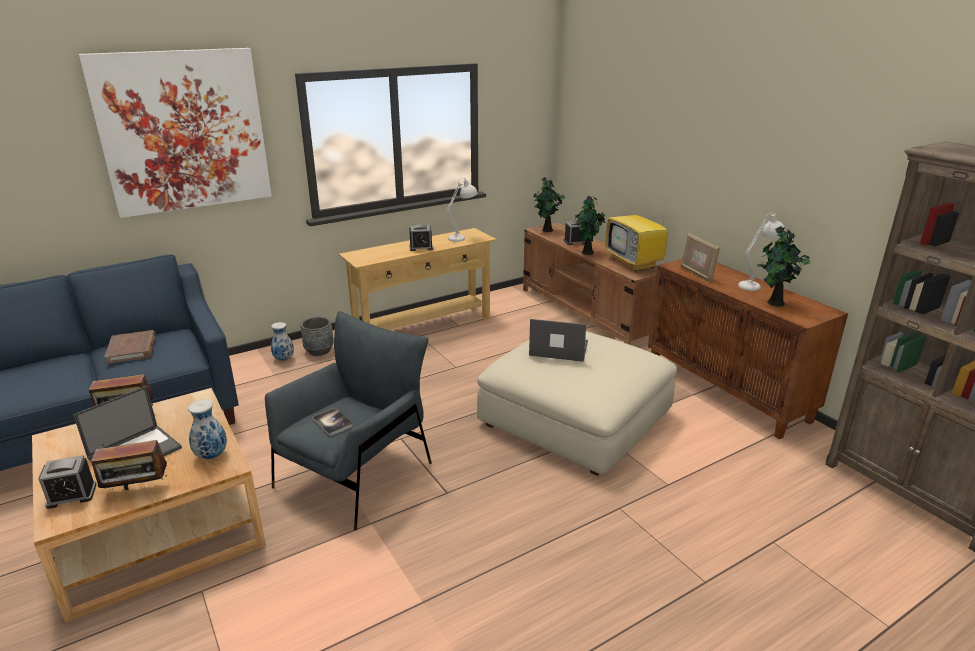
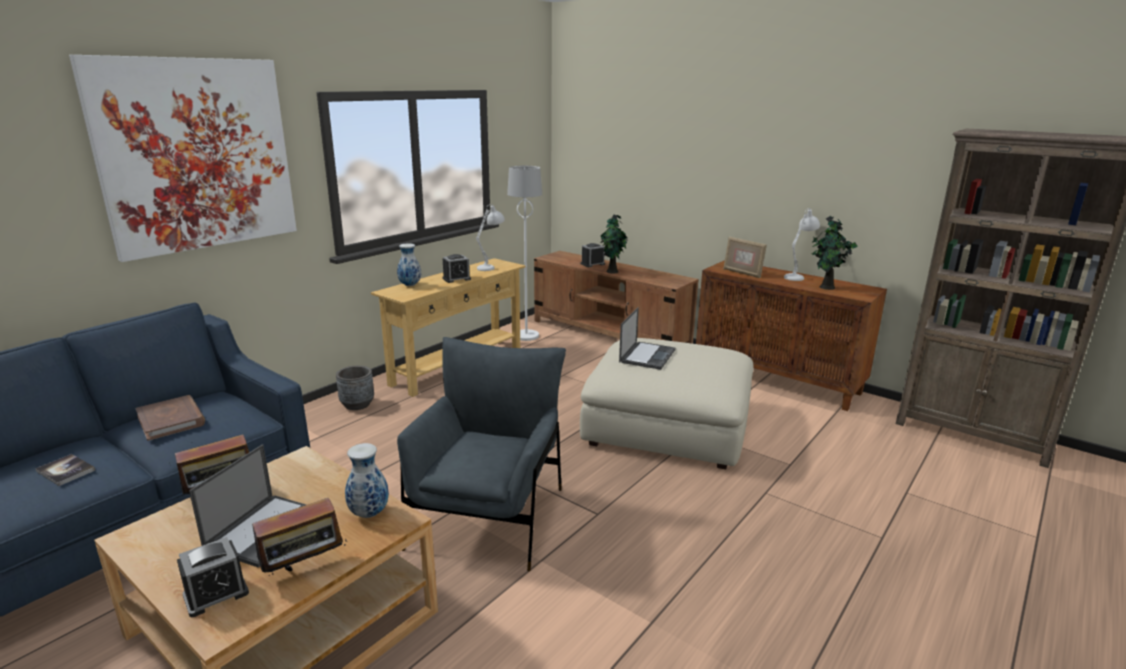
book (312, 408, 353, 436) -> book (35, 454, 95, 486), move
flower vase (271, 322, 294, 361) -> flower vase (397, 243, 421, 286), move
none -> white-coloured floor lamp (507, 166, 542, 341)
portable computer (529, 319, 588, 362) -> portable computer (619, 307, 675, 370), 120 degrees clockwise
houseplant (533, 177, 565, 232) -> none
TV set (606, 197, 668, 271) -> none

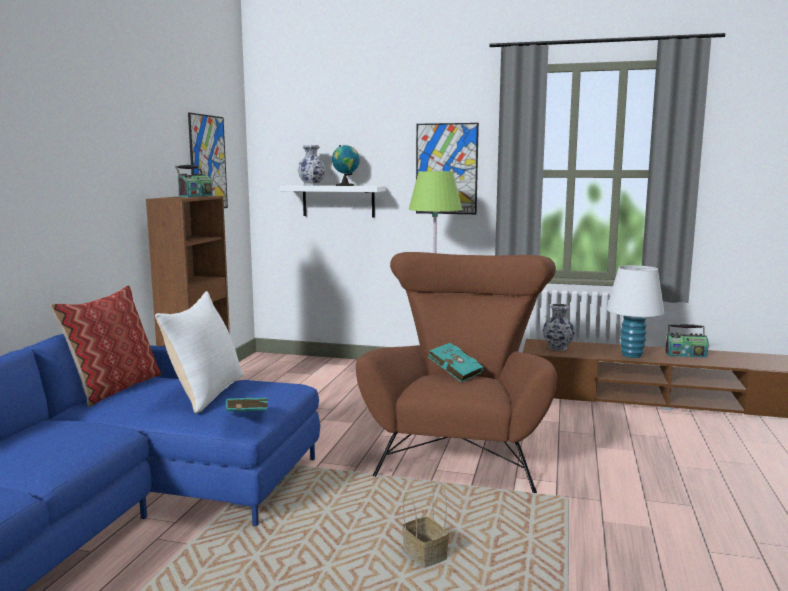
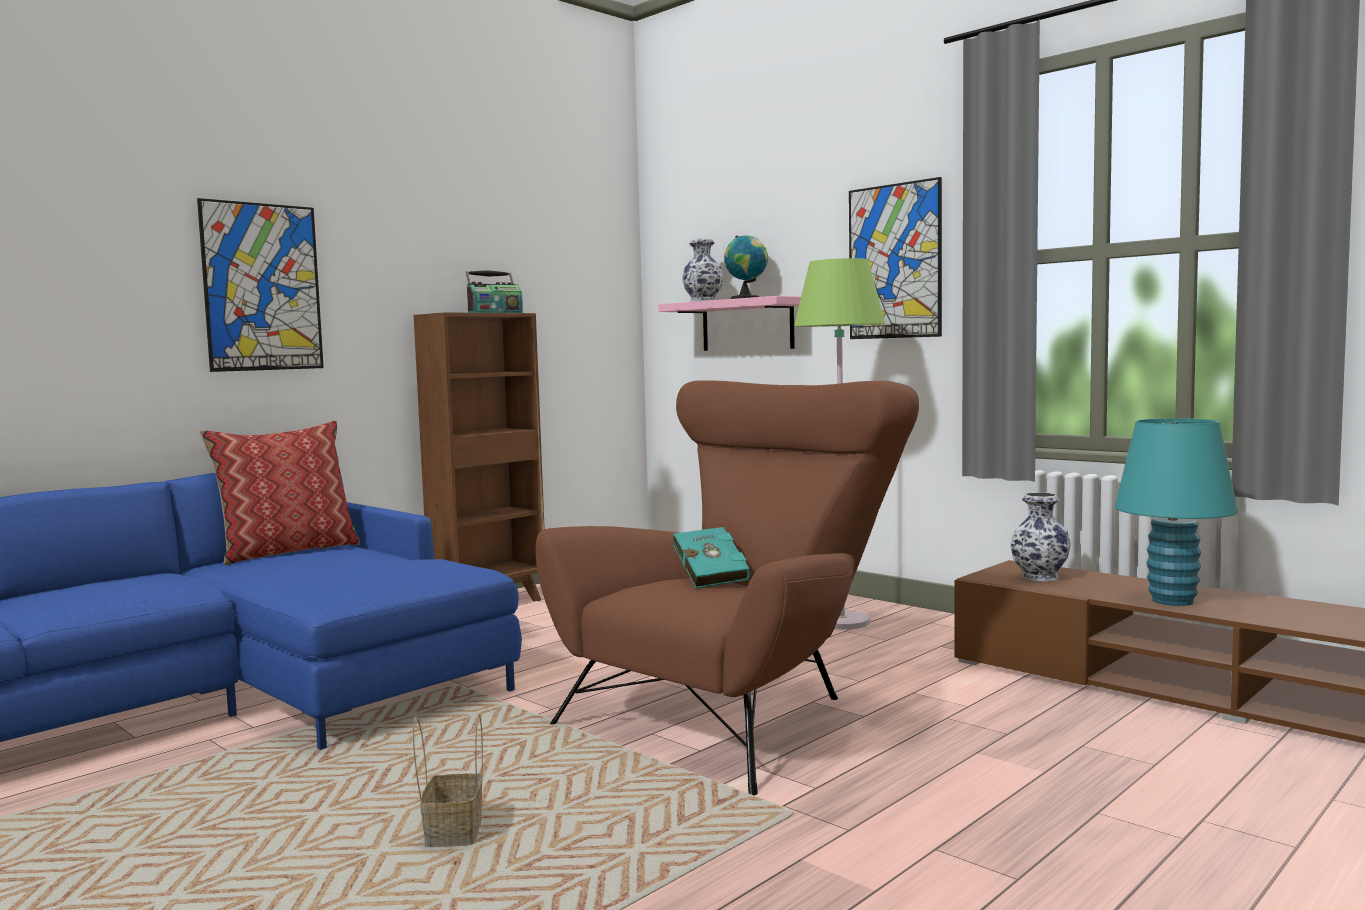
wall picture (188, 113, 228, 208) -> wall picture (197, 198, 324, 372), move
white-coloured bracket shelf (280, 185, 386, 217) -> pink bracket shelf (658, 296, 801, 351)
white-coloured tabletop lamp (606, 265, 664, 358) -> turquoise tabletop lamp (1115, 418, 1238, 606)
white-coloured cushion (155, 291, 244, 413) -> none
turquoise book (226, 397, 268, 411) -> none
radio set (665, 324, 709, 358) -> none

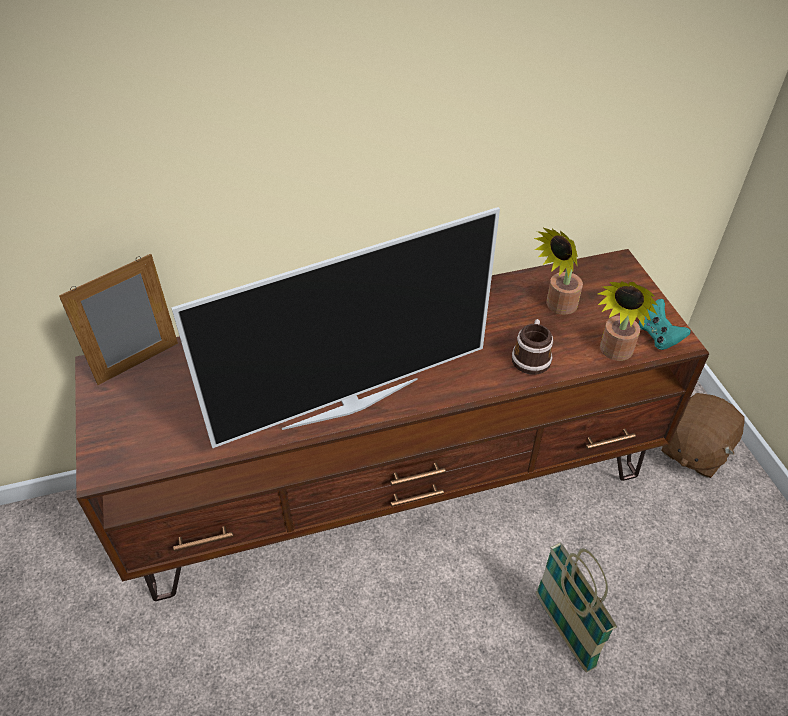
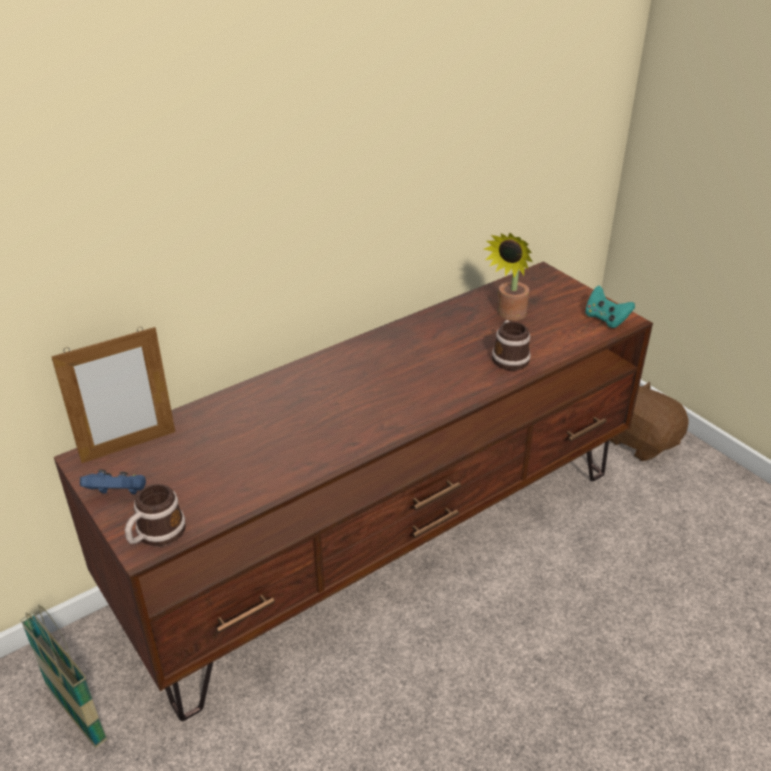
basket (536, 543, 617, 672) -> basket (20, 605, 107, 748), move
picture frame (59, 254, 178, 385) -> picture frame (51, 327, 175, 463), 150 degrees counterclockwise
none -> blue joypad (80, 469, 146, 494)
none -> mug (125, 484, 186, 546)
brown-coloured plush toy (661, 393, 745, 478) -> brown-coloured plush toy (609, 382, 689, 461), 120 degrees clockwise
TV set (171, 207, 500, 448) -> none
houseplant (598, 281, 658, 361) -> none

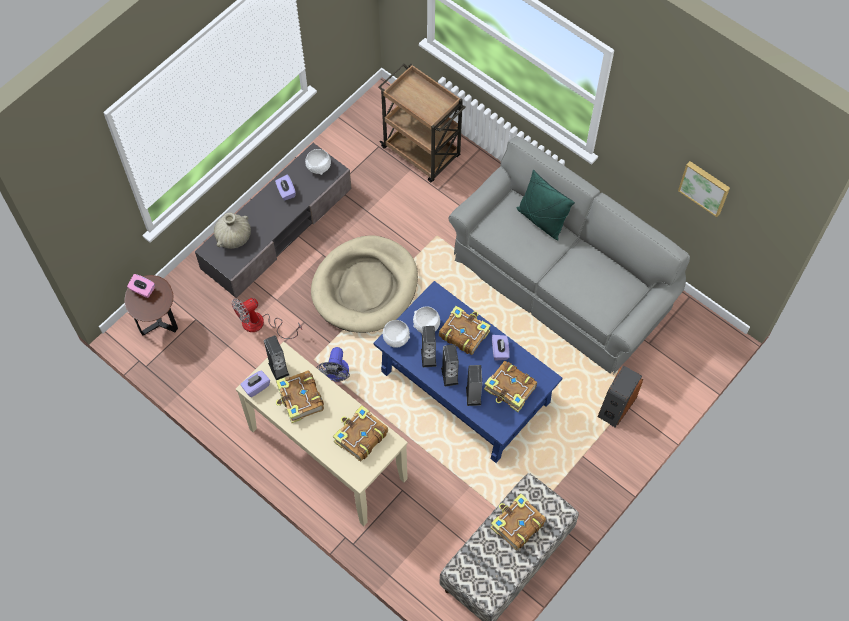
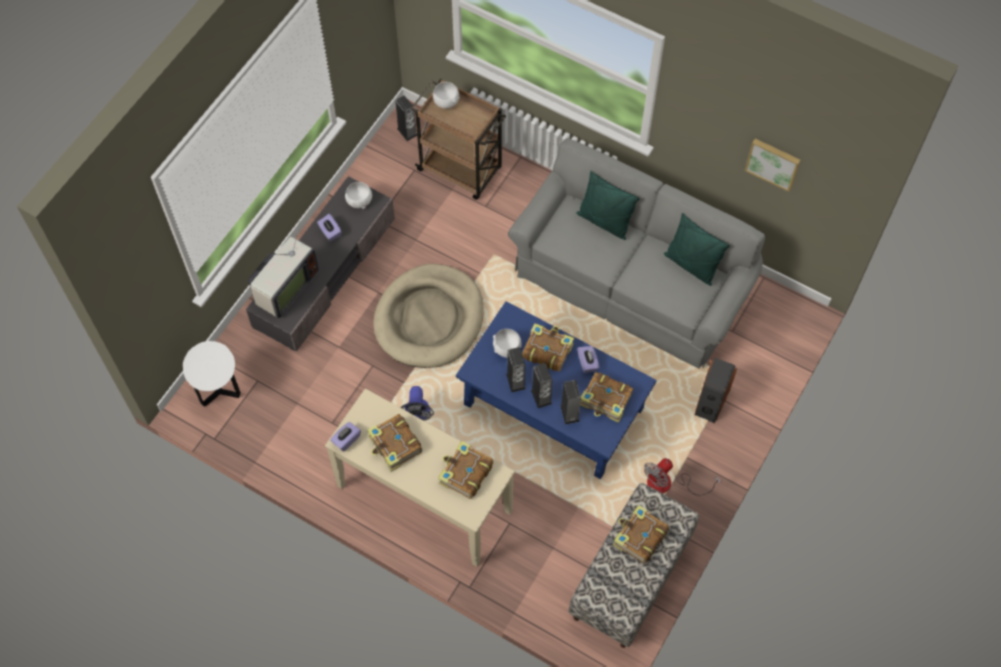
brown-coloured end table (124, 275, 178, 335) -> white-coloured end table (183, 341, 241, 407)
beige-coloured flower vase (214, 213, 251, 249) -> TV set (248, 221, 319, 318)
loudspeaker (264, 336, 289, 380) -> loudspeaker (395, 96, 417, 141), move
white-coloured serving bowl (383, 320, 410, 348) -> white-coloured serving bowl (433, 82, 460, 109), move
electric fan (232, 298, 302, 339) -> electric fan (644, 458, 721, 496), move
none -> greenish cushion (664, 213, 730, 286)
pink box of tissues (127, 274, 155, 298) -> none

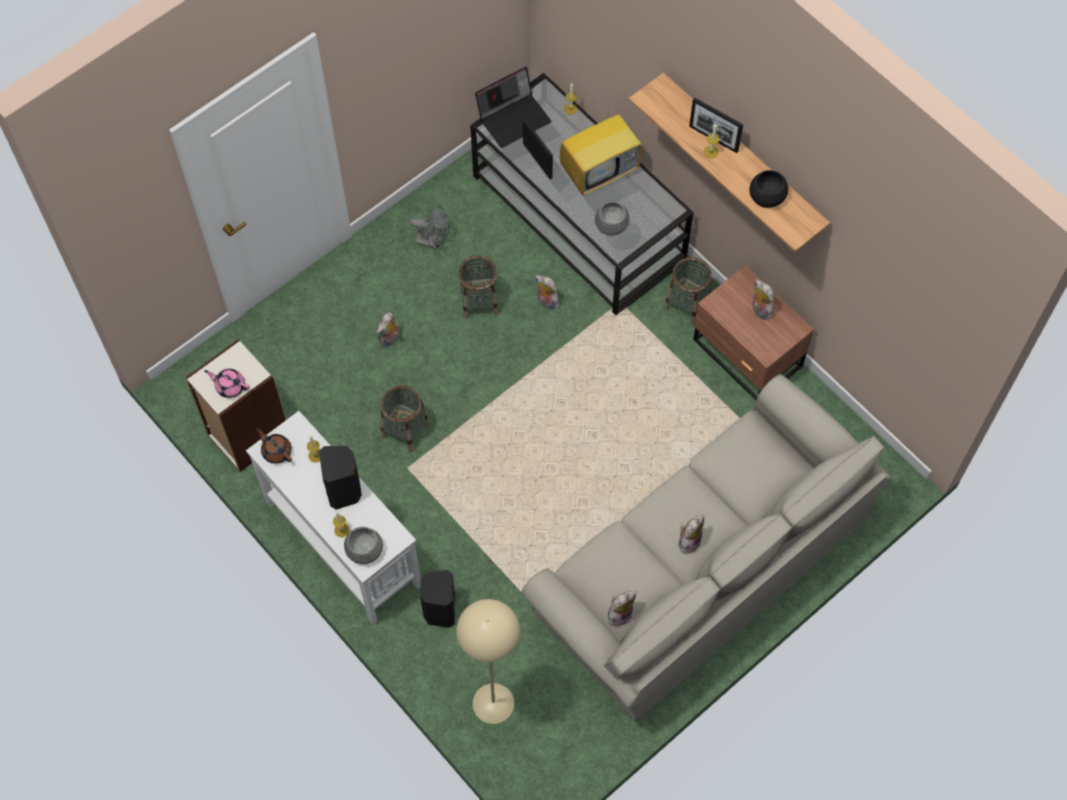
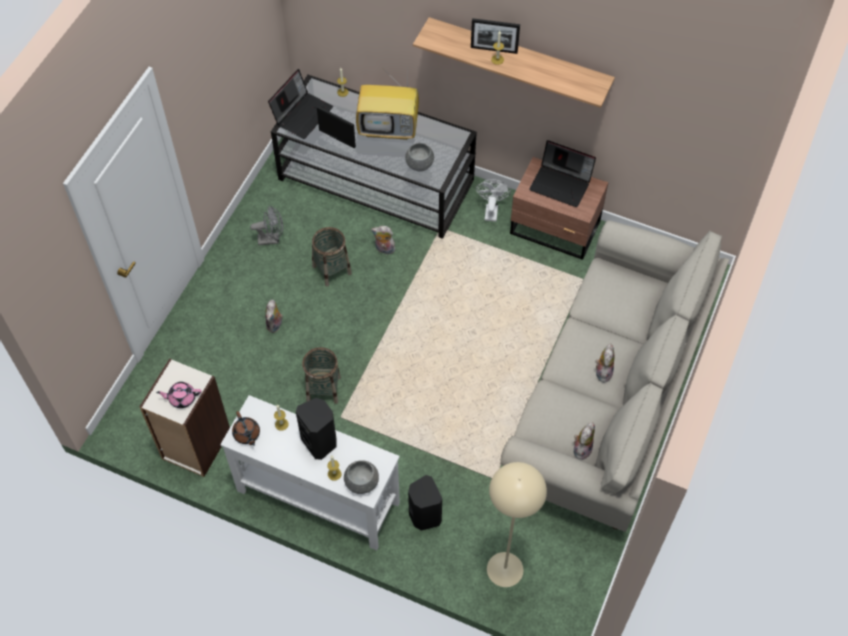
brown-coloured tea pot (256, 428, 292, 464) -> brown-coloured tea pot (232, 411, 260, 446), 135 degrees counterclockwise
TV set (560, 93, 642, 195) -> TV set (356, 79, 419, 140), 60 degrees clockwise
basket (664, 257, 711, 325) -> white-coloured electric fan (476, 179, 511, 222)
plush toy (753, 279, 774, 320) -> portable computer (529, 140, 596, 207)
black serving bowl (749, 170, 788, 208) -> none

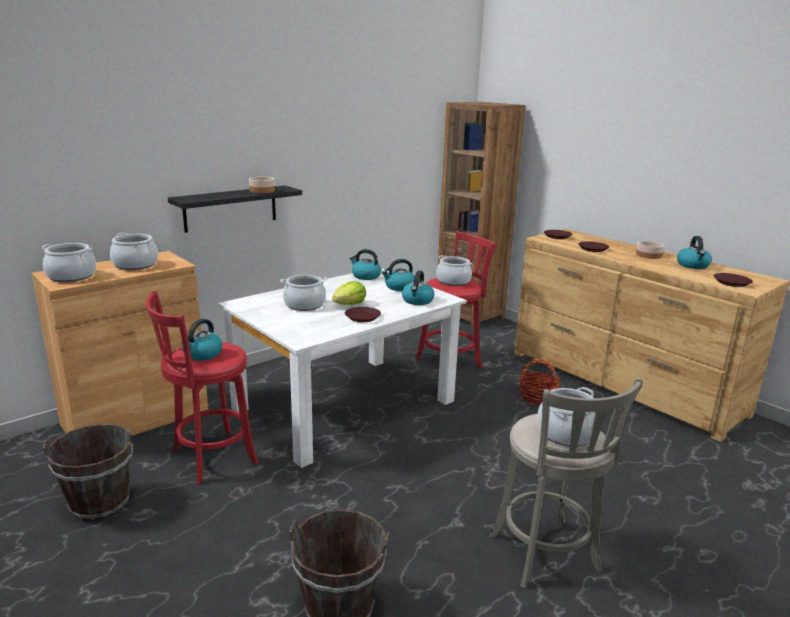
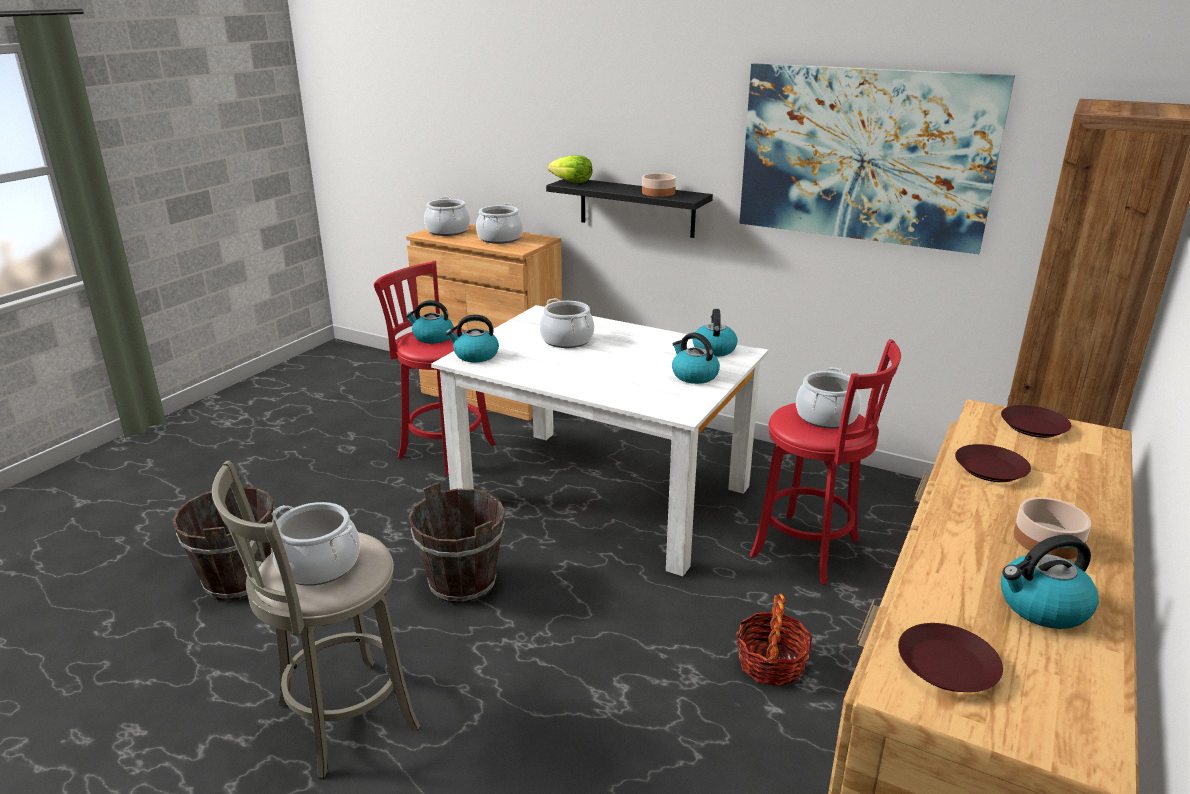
brown-coloured water bucket (43, 424, 133, 521) -> brown-coloured water bucket (408, 482, 505, 604), move
water kettle (402, 270, 435, 305) -> water kettle (445, 315, 499, 362), move
head of lettuce (332, 281, 366, 305) -> head of lettuce (548, 155, 593, 183), move
none -> wall picture (739, 63, 1015, 254)
brown-coloured flat dish (345, 307, 381, 322) -> none

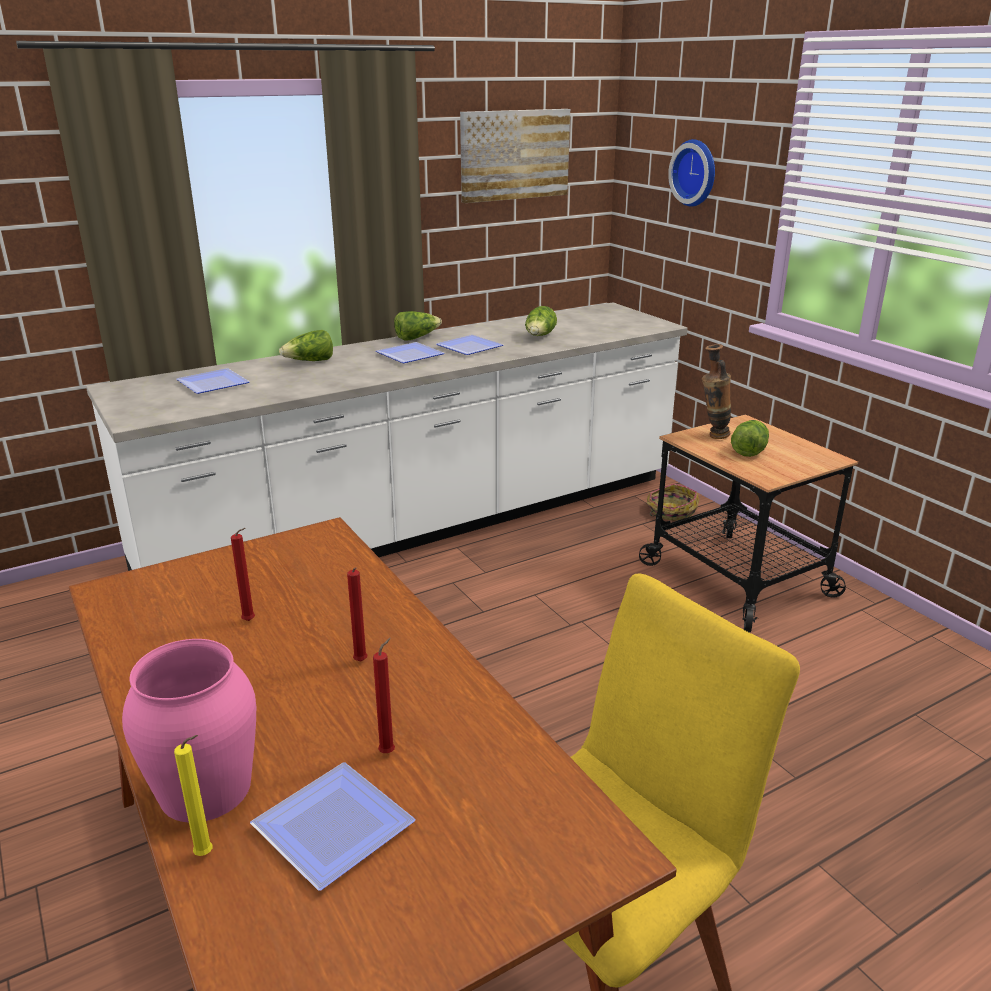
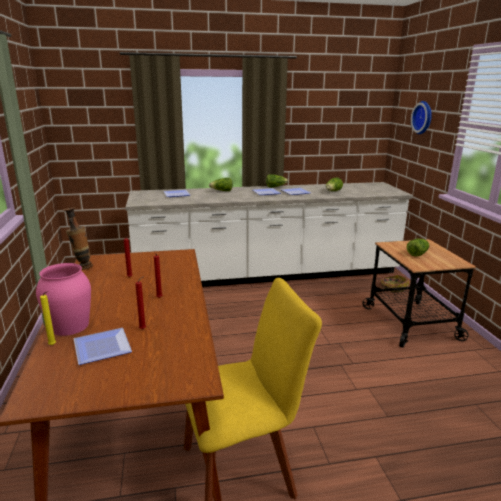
flower vase (702, 344, 731, 439) -> flower vase (63, 207, 93, 270), move
wall picture (460, 109, 570, 203) -> none

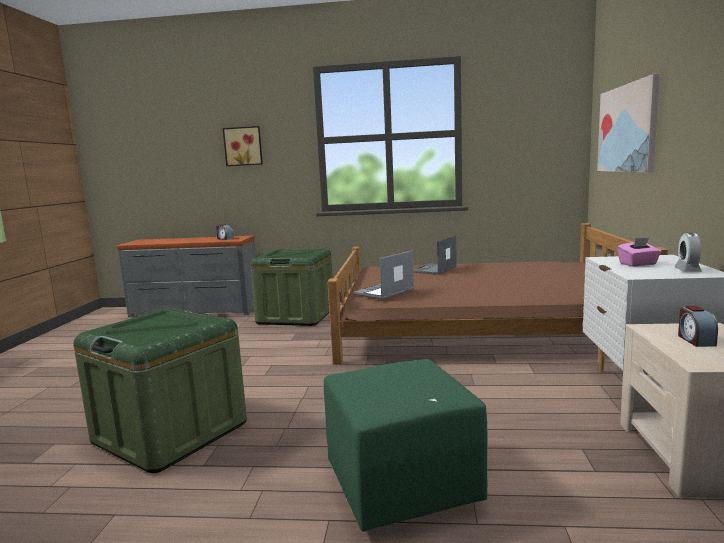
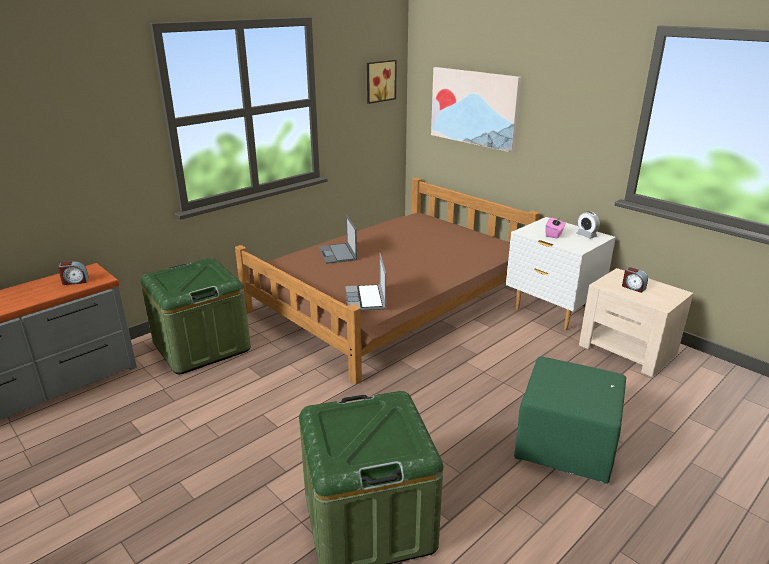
wall picture (223, 126, 263, 166) -> wall picture (367, 60, 397, 104), move

